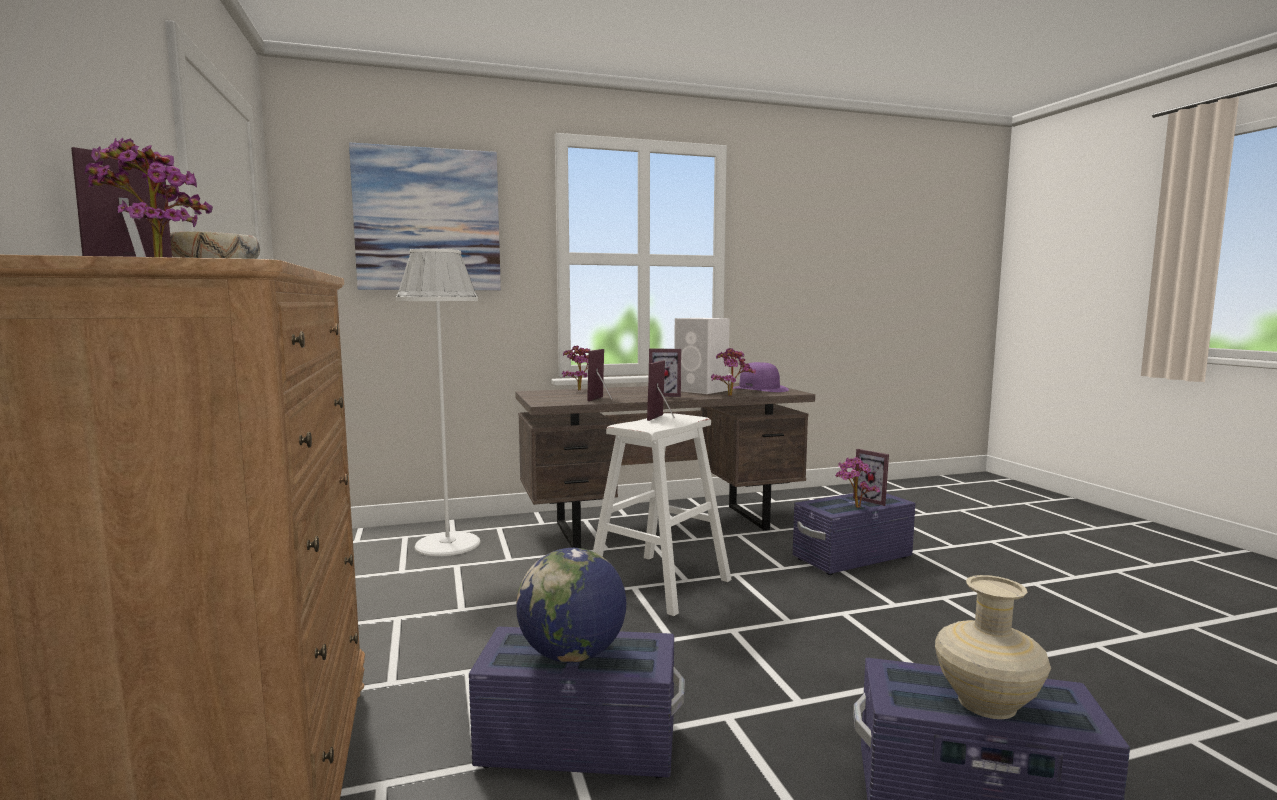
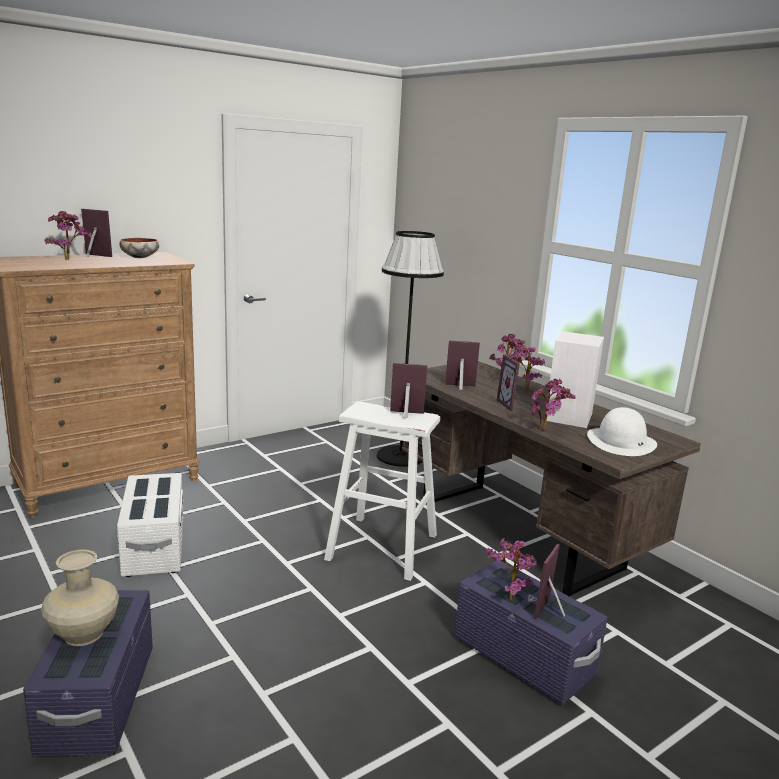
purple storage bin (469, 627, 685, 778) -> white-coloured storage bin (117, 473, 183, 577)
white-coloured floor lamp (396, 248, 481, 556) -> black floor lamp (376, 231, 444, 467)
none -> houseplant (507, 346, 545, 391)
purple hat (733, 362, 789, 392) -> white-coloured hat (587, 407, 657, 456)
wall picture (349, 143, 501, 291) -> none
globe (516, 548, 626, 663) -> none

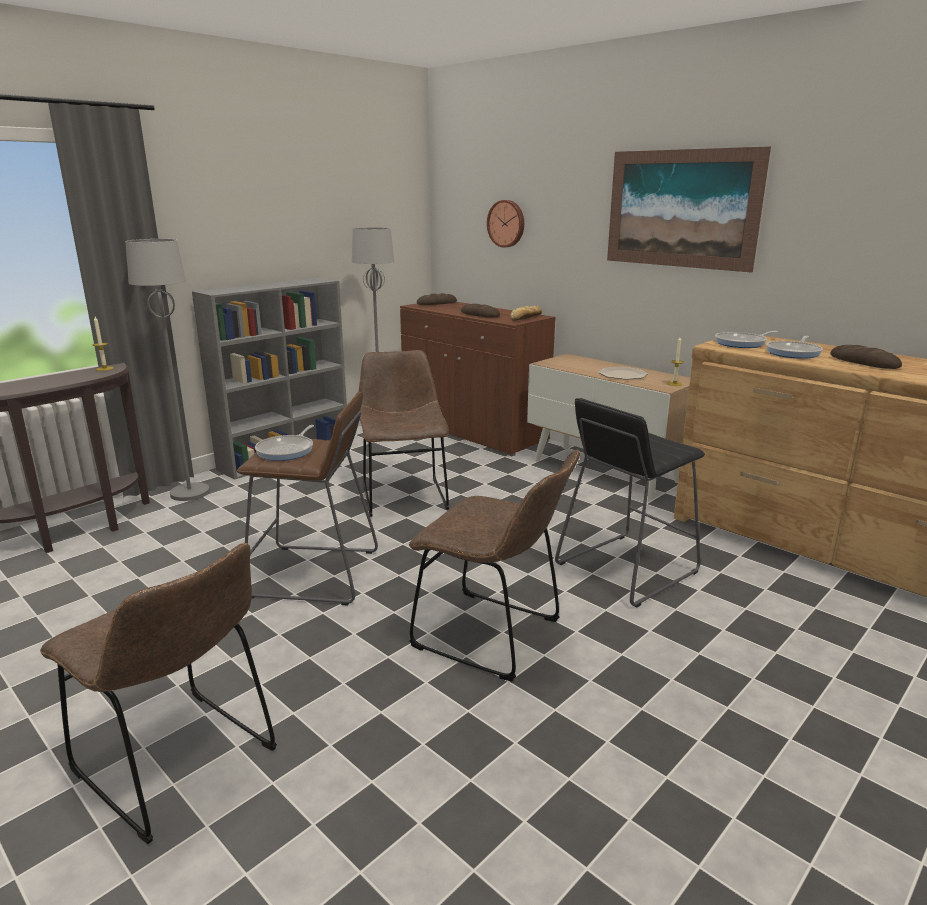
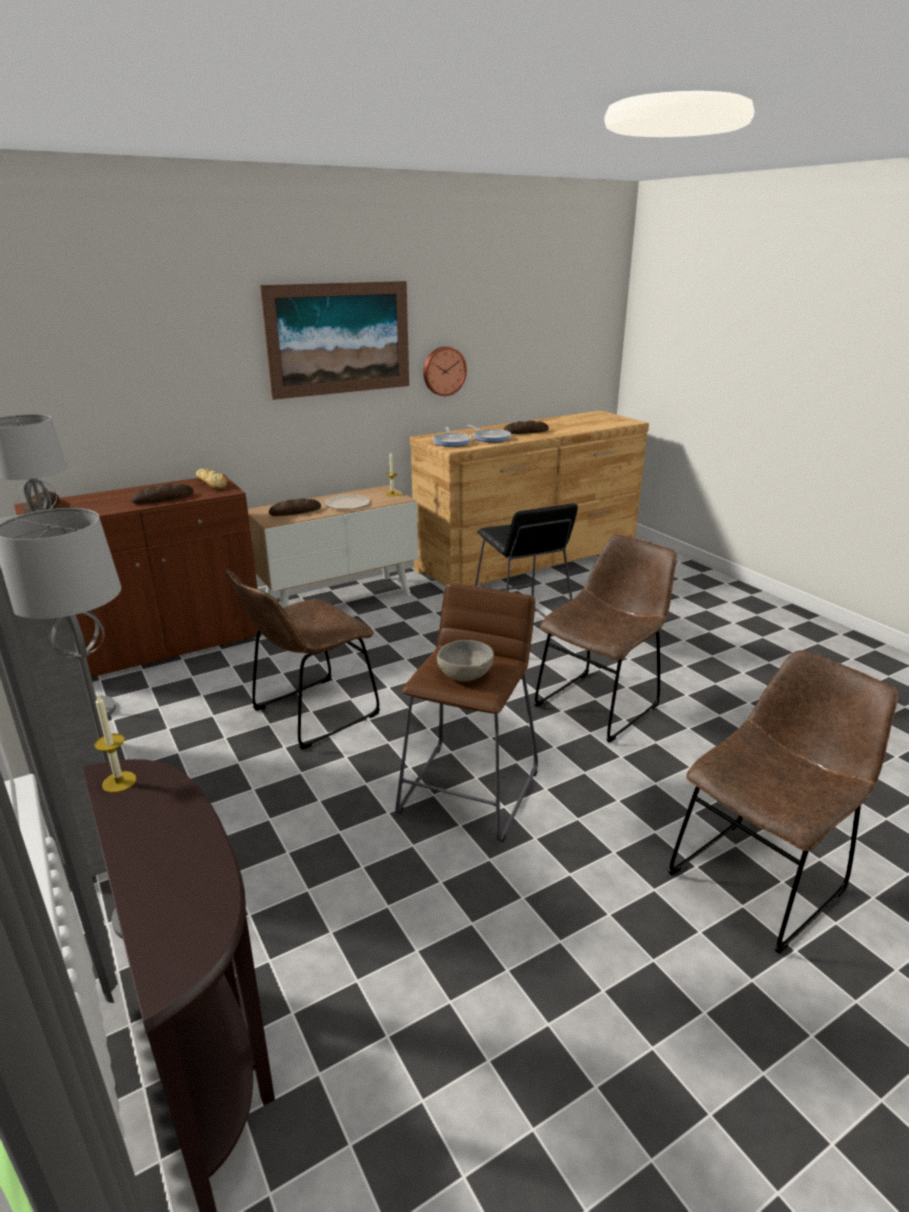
brown-coloured plain chair (359, 350, 449, 517) -> brown-coloured plain chair (225, 569, 380, 750), 45 degrees counterclockwise
none -> baked bread (269, 498, 321, 516)
wall clock (487, 200, 524, 248) -> wall clock (423, 347, 467, 396), move
frying pan (255, 425, 314, 461) -> grey serving bowl (437, 640, 494, 681)

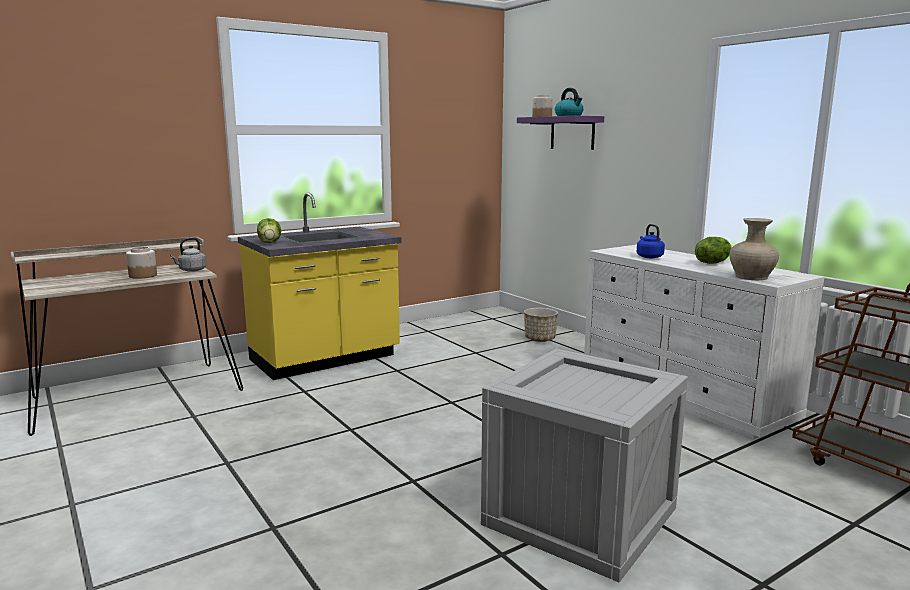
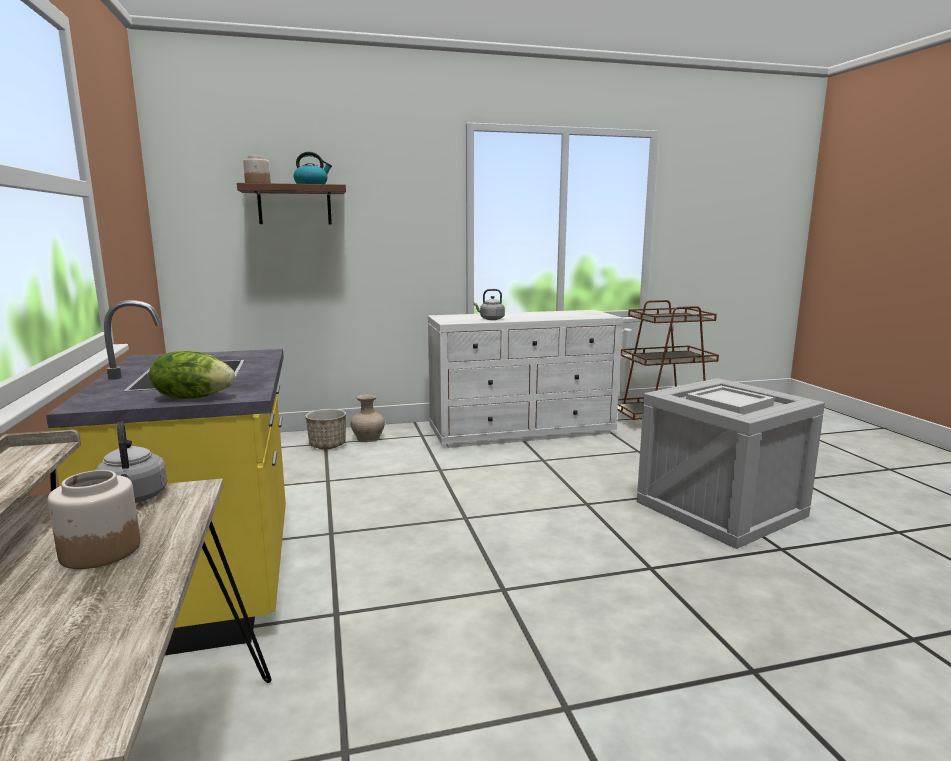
purple bracket shelf (517, 116, 604, 150) -> brown-coloured bracket shelf (237, 183, 346, 224)
beige-coloured flower vase (730, 218, 779, 280) -> beige-coloured flower vase (351, 394, 385, 442), move
blue water kettle (637, 224, 665, 258) -> grey water kettle (473, 289, 505, 320)
none -> white-coloured tray (686, 386, 774, 415)
head of lettuce (695, 237, 732, 264) -> none

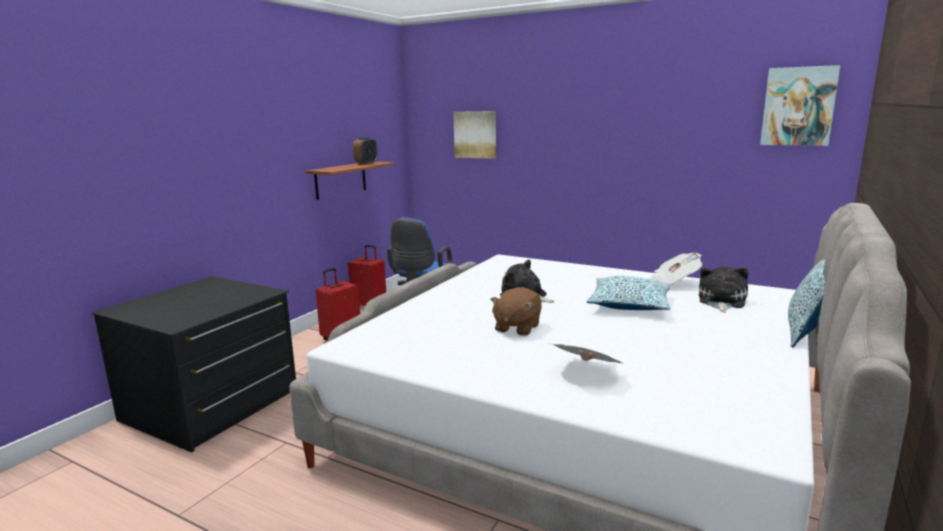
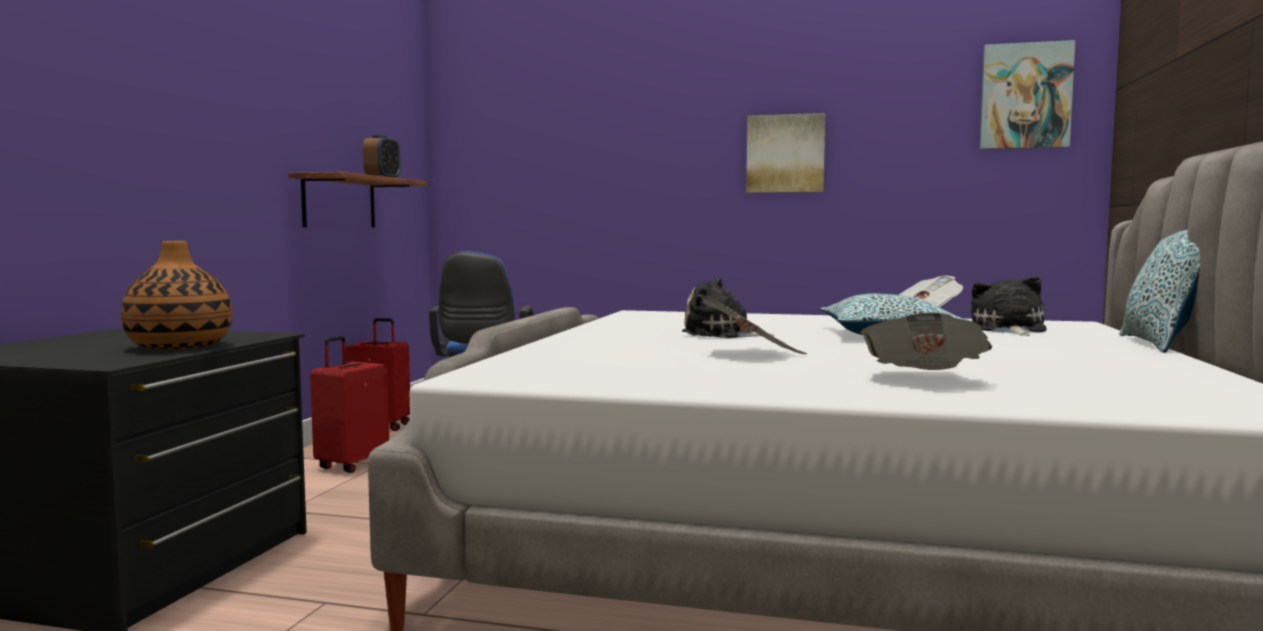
none -> flower vase (121, 241, 232, 349)
brown-coloured plush toy (490, 287, 542, 336) -> daily paper (696, 295, 807, 354)
wall picture (453, 111, 496, 159) -> wall picture (746, 113, 825, 193), move

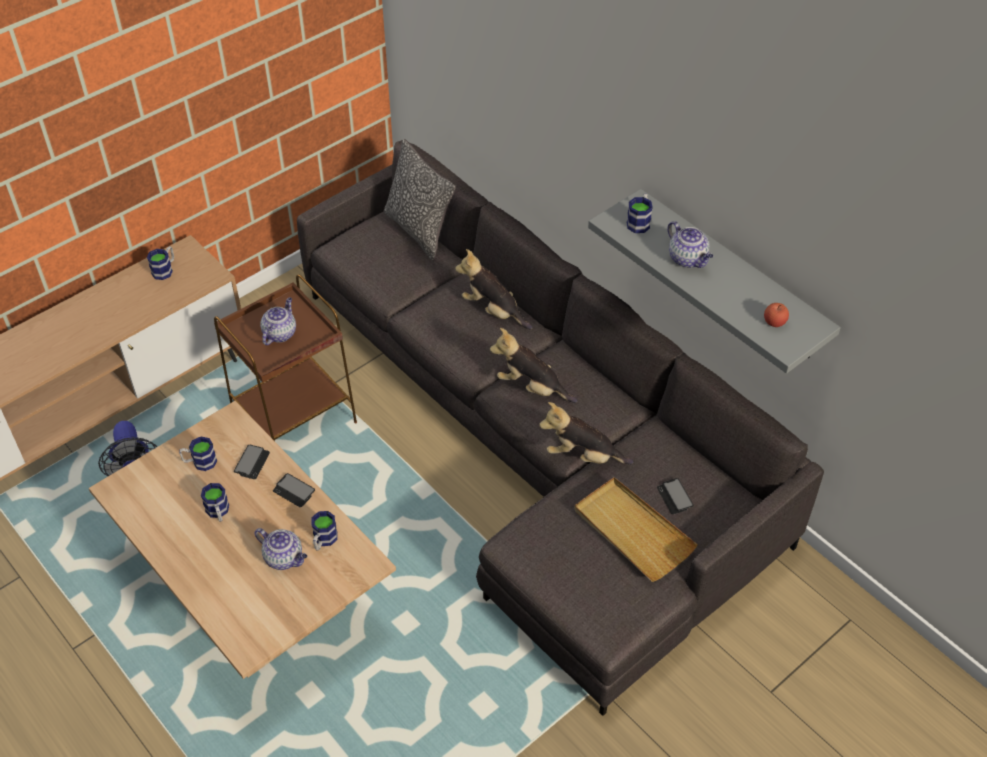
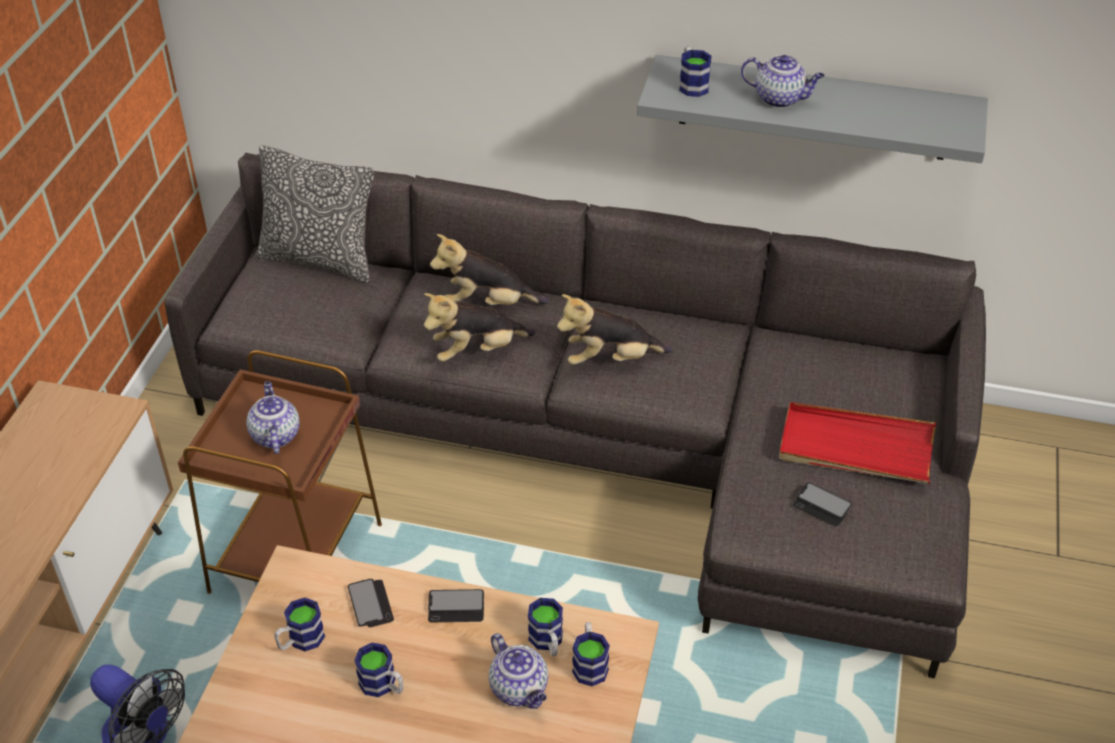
plush toy (539, 402, 633, 464) -> plush toy (423, 293, 535, 362), move
tea pot (254, 528, 307, 570) -> tea pot (489, 633, 548, 709), 60 degrees clockwise
mug (147, 246, 174, 280) -> mug (572, 622, 610, 686), move
beige-coloured tray (574, 477, 698, 582) -> red-coloured tray (779, 402, 936, 484)
telephone (657, 478, 693, 514) -> telephone (793, 483, 852, 527), move
whole apple (764, 303, 789, 327) -> none

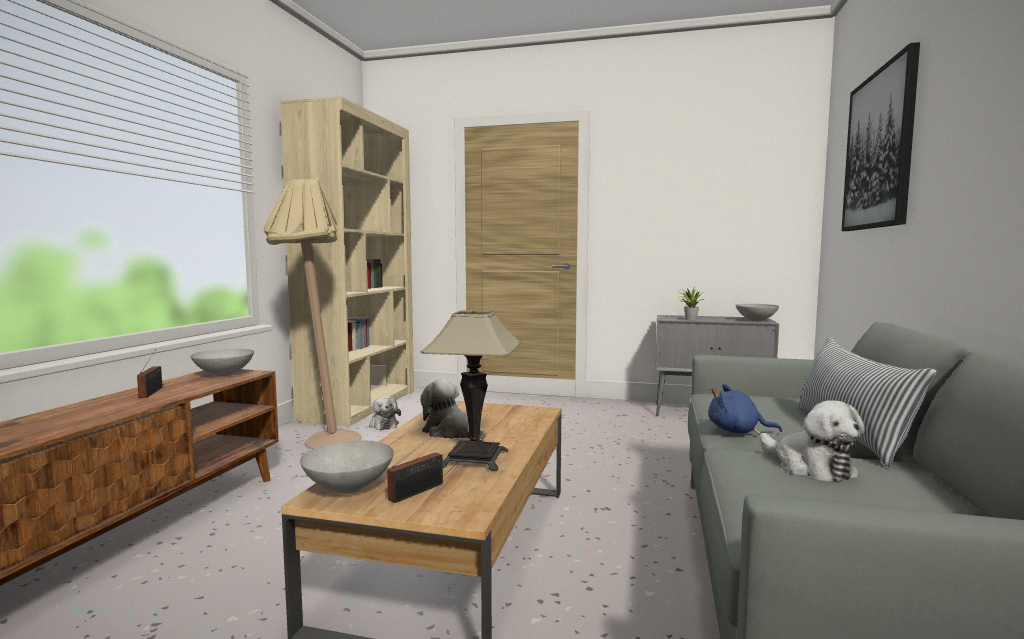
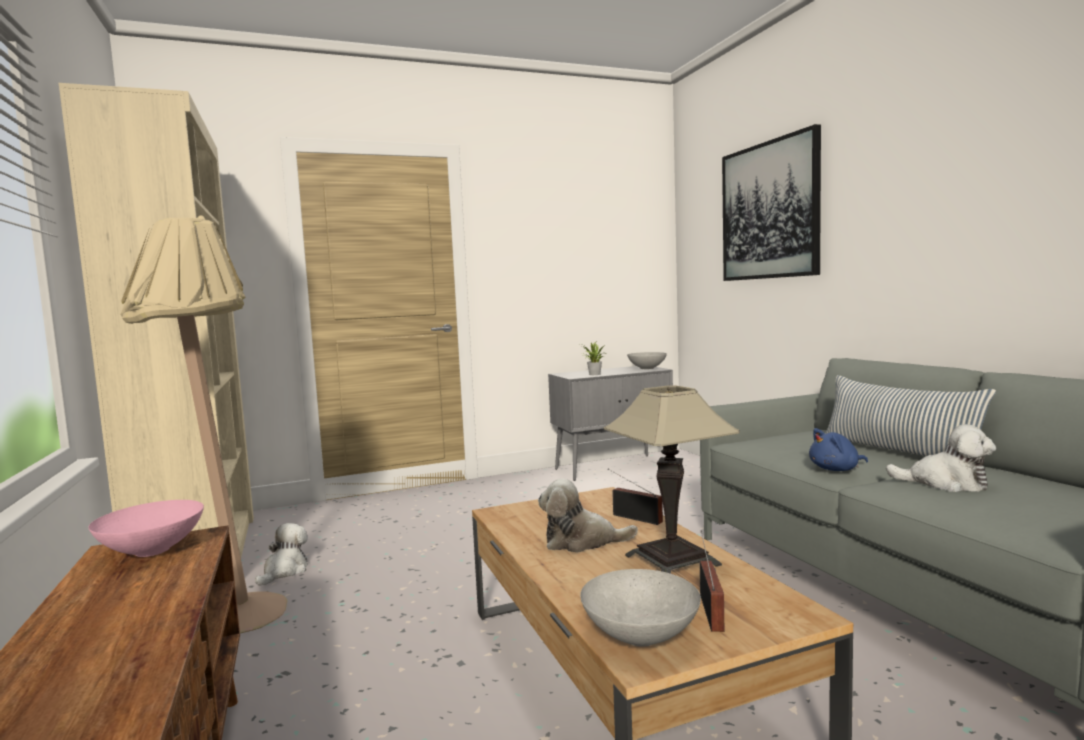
grey serving bowl (191, 349, 254, 376) -> pink serving bowl (89, 500, 204, 557)
plush toy (369, 396, 401, 430) -> plush toy (255, 523, 308, 586), 105 degrees counterclockwise
radio set (137, 349, 163, 398) -> radio set (608, 469, 663, 525), move

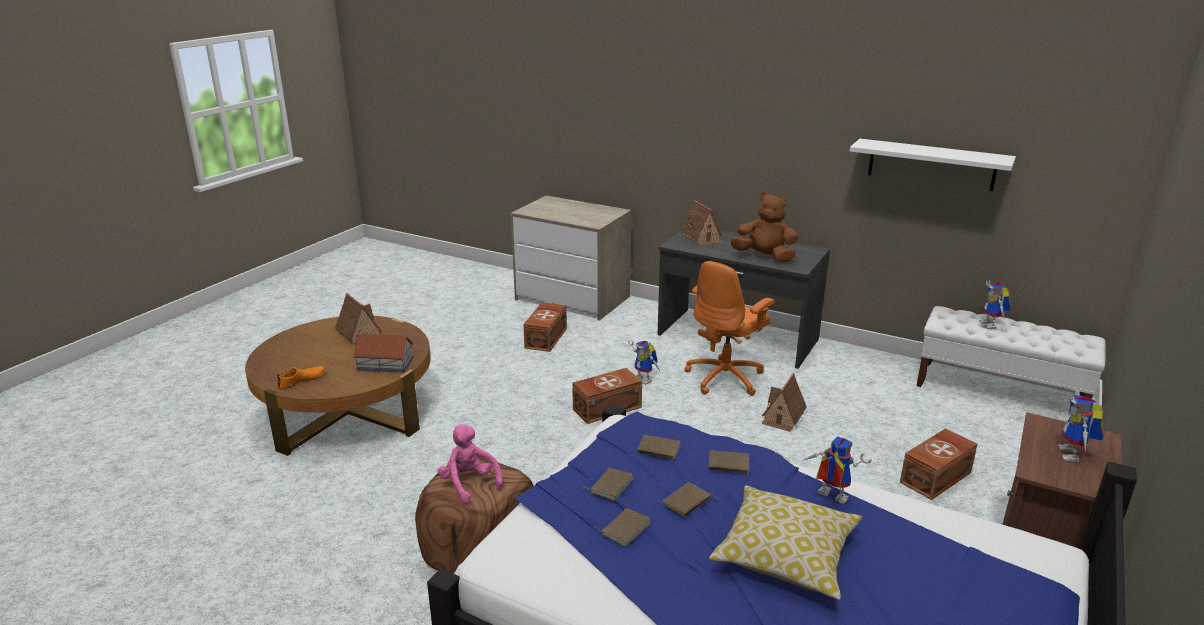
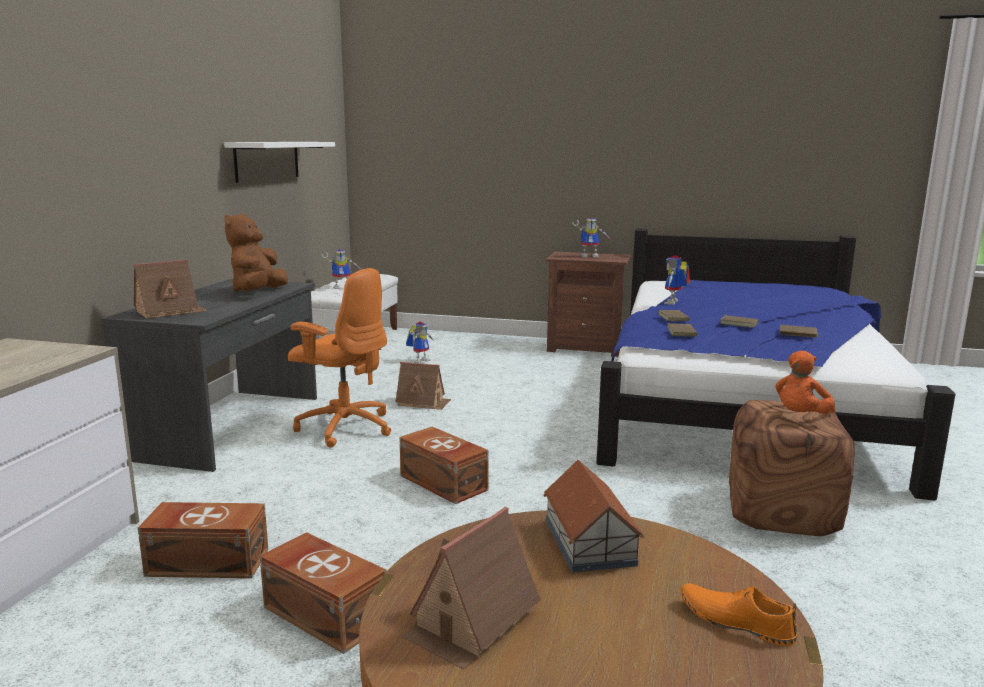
brown-coloured storage bin (900, 428, 977, 500) -> brown-coloured storage bin (260, 532, 387, 654), move
model robot (628, 340, 660, 385) -> model robot (406, 322, 434, 364), move
pink plush toy (438, 424, 503, 503) -> orangey plush toy (775, 351, 835, 414)
brown-coloured book (582, 468, 633, 501) -> none
cushion (709, 485, 862, 600) -> none

